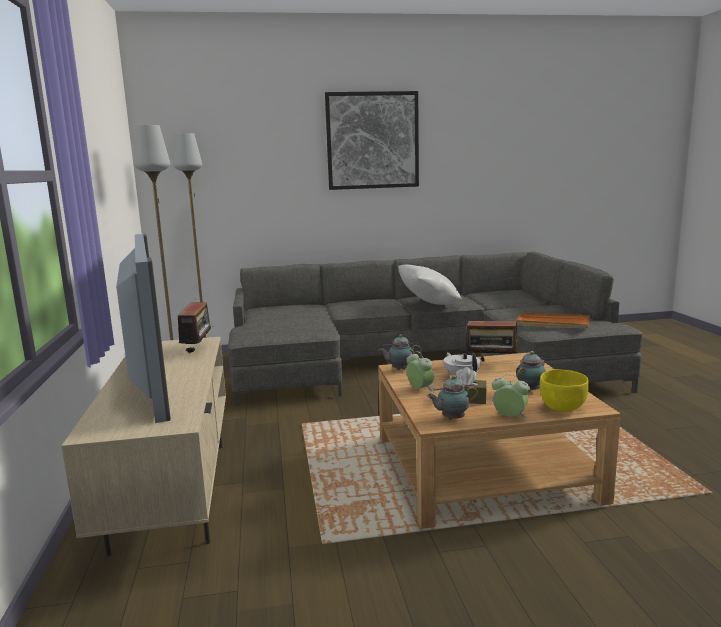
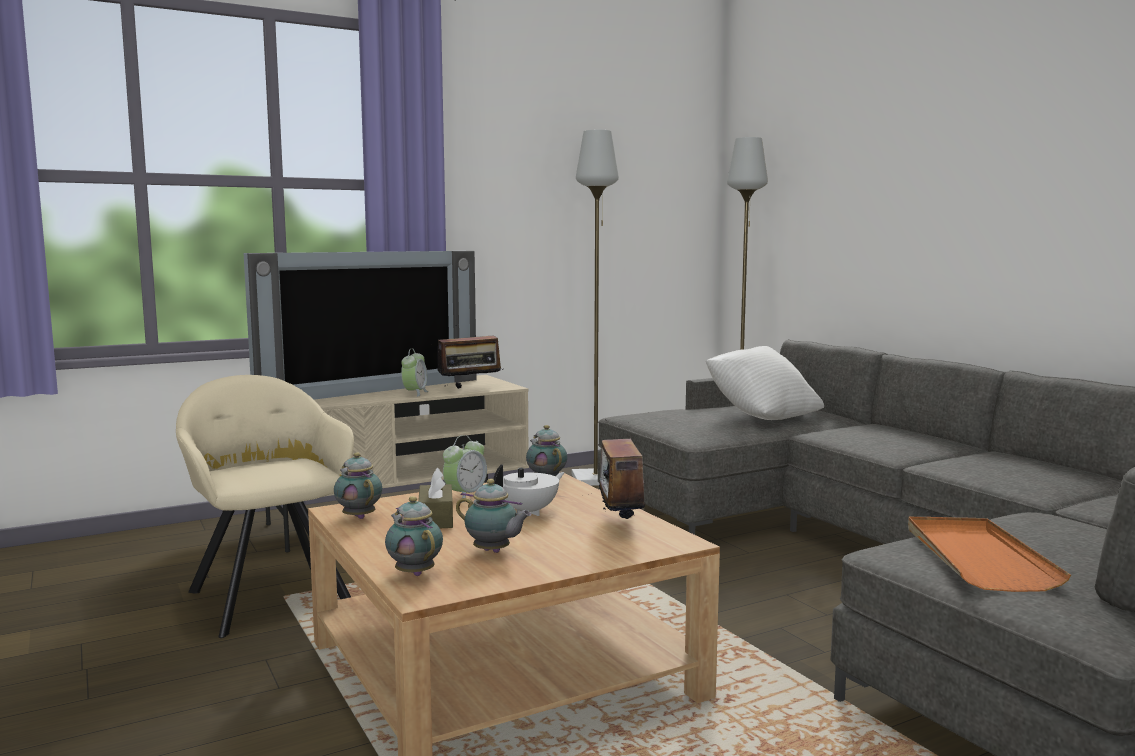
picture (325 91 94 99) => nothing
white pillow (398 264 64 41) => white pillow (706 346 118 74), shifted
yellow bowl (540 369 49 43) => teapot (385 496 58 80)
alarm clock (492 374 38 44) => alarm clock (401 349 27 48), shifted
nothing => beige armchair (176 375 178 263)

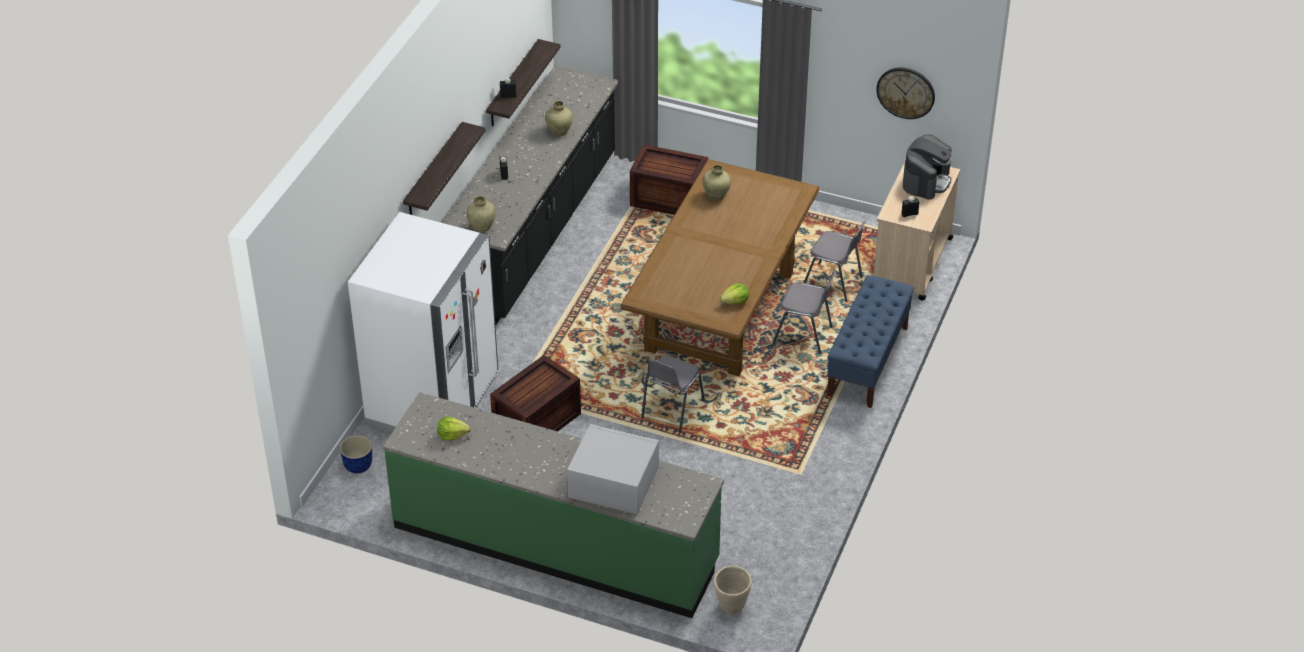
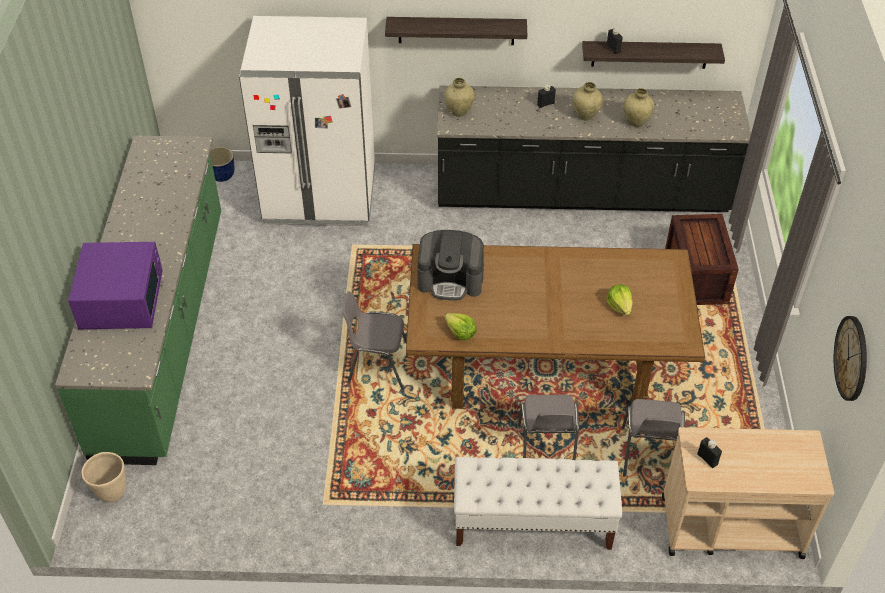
coffee machine (903 134 49 66) => coffee machine (417 230 67 70), shifted
beige vase (702 165 29 35) => beige vase (572 82 31 39), shifted
blue bench (827 275 87 133) => white bench (454 457 168 93)
crate (490 355 91 76) => nothing
lettuce (437 416 34 25) => lettuce (606 284 27 31), shifted
white microwave (567 424 92 90) => purple microwave (68 242 95 87)

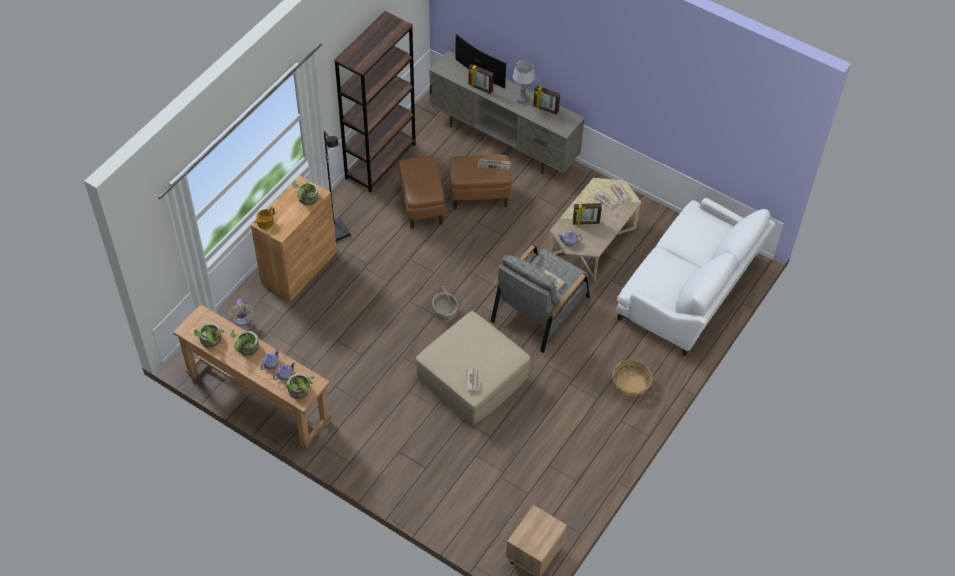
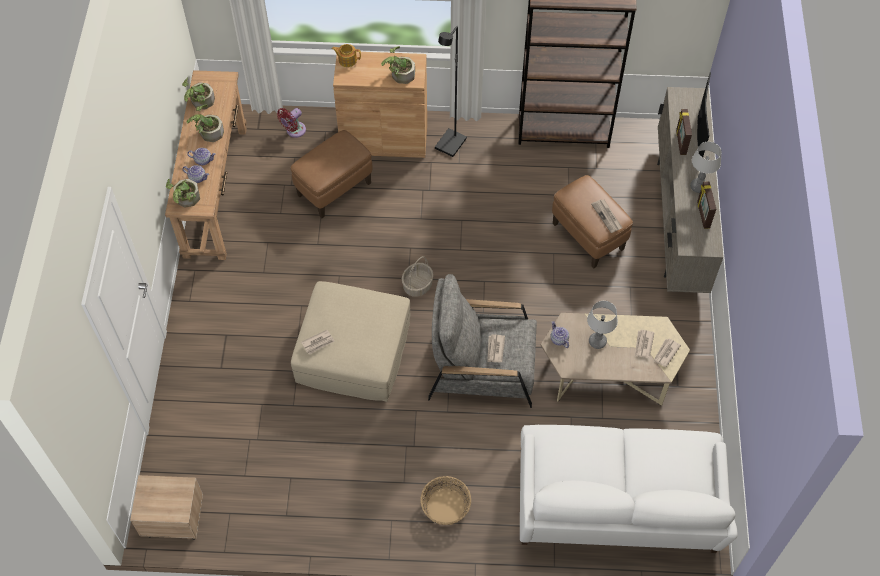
brown ottoman (399 156 46 73) => brown ottoman (291 130 81 88), shifted
picture frame (573 203 29 22) => table lamp (587 301 31 48)
beige fan (229 299 25 27) => red fan (277 108 29 30)

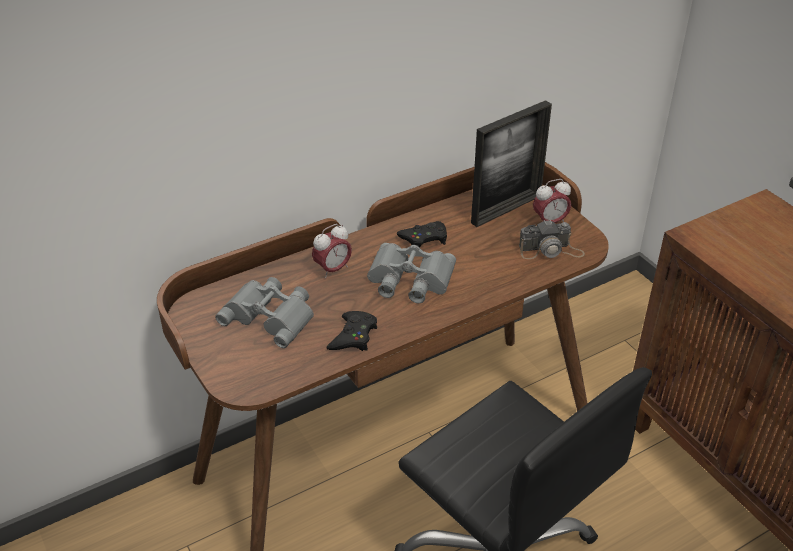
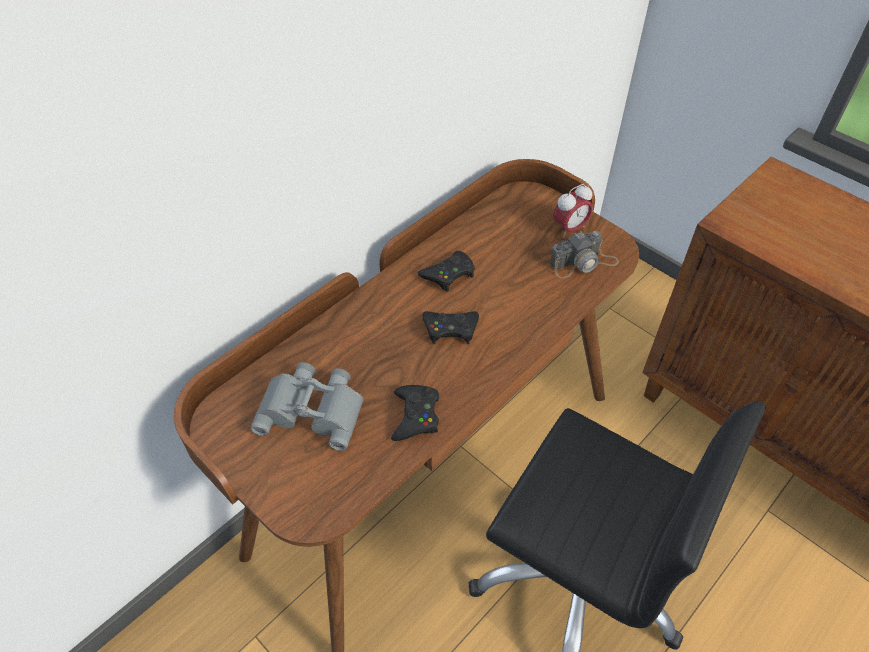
picture frame (471 100 81 127) => nothing
alarm clock (312 224 40 54) => nothing
grey binoculars (367 243 89 60) => black game controller (422 311 57 33)

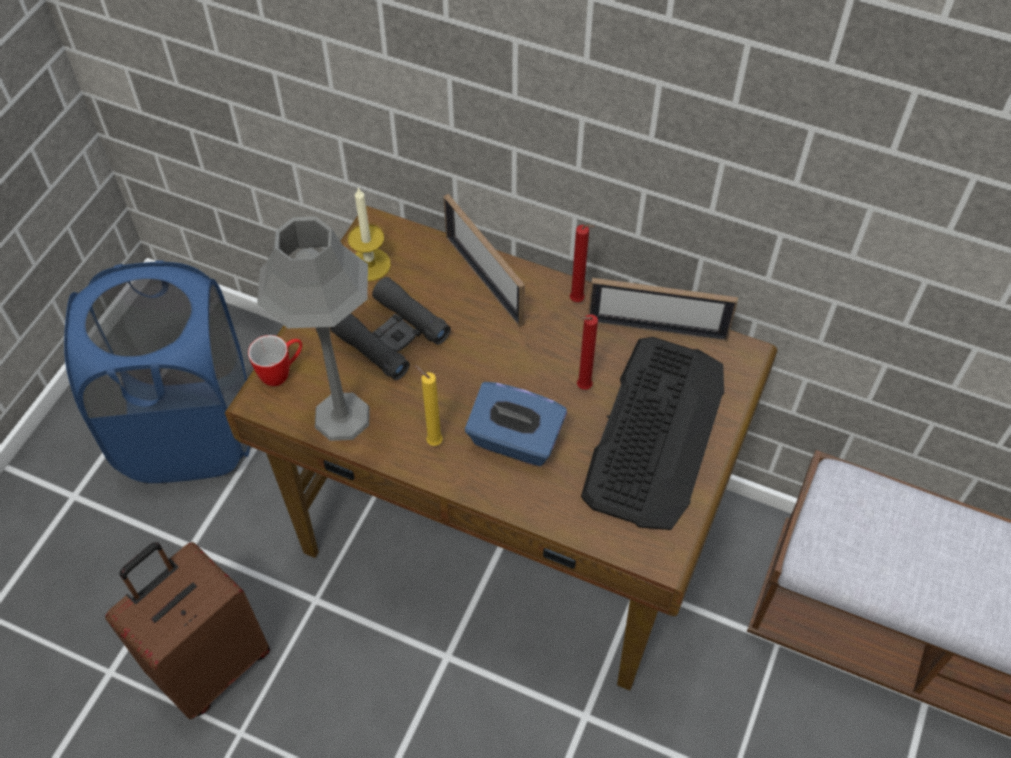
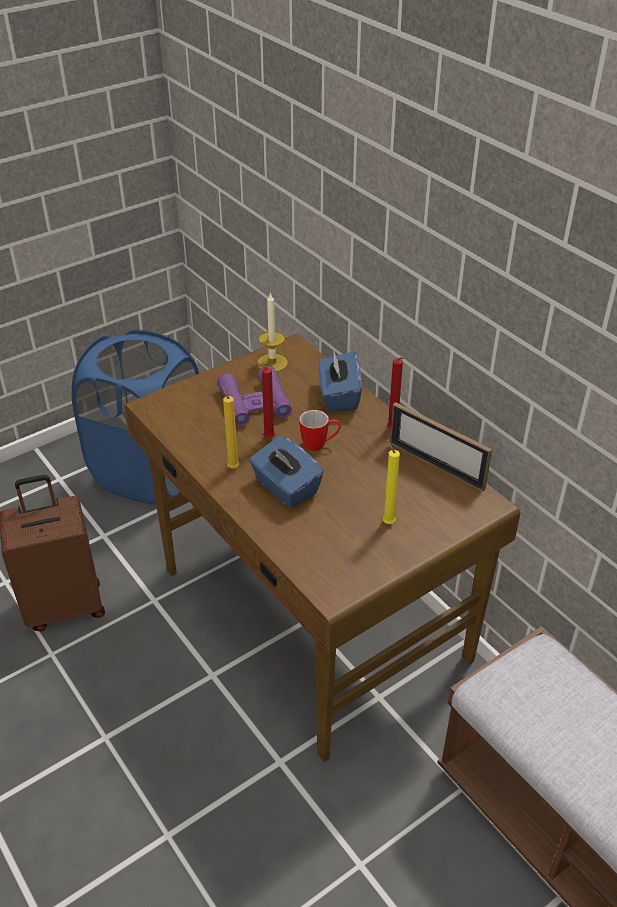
picture frame (444 194 81 133) => blue tissue box (318 350 44 61)
grey table lamp (257 216 113 225) => nothing
black binoculars (330 277 121 103) => purple binoculars (217 366 75 60)
red candle (577 314 21 76) => red candle (256 363 19 76), shifted
mug (248 335 54 51) => mug (299 410 42 41), shifted
keyboard (581 337 143 193) => yellow candle (383 439 17 85)

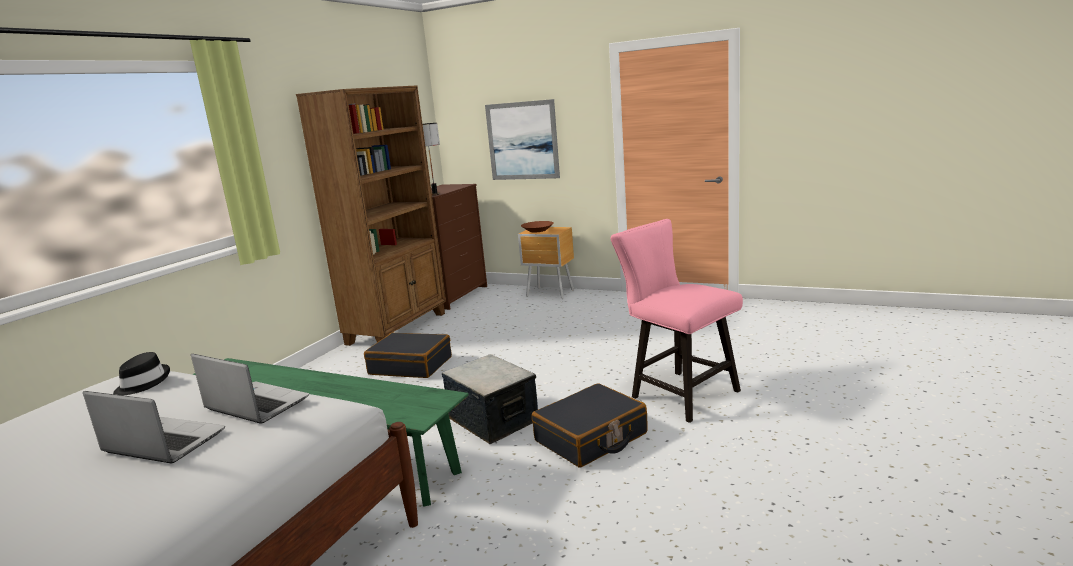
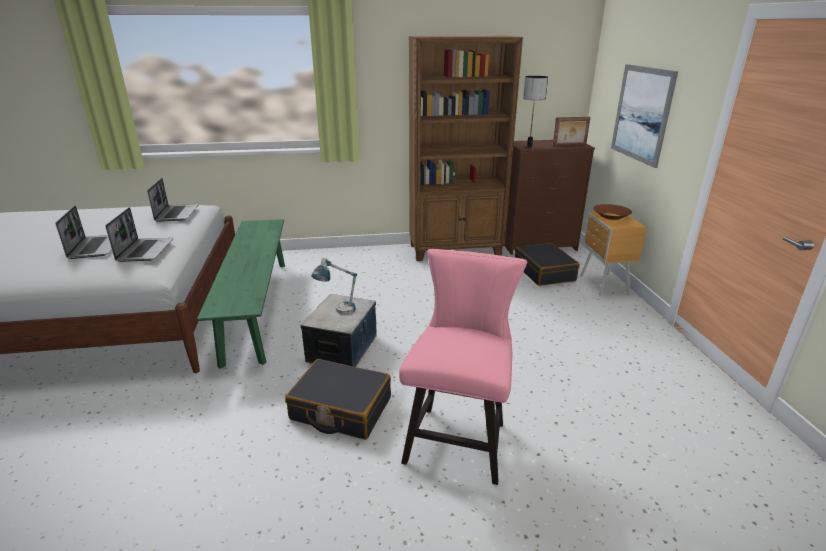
black suitcase (364 333 88 45) => black suitcase (515 243 65 43), shifted
black hat (113 352 57 43) => laptop (147 178 52 44)
nothing => picture frame (552 117 38 30)
nothing => table lamp (312 258 45 56)

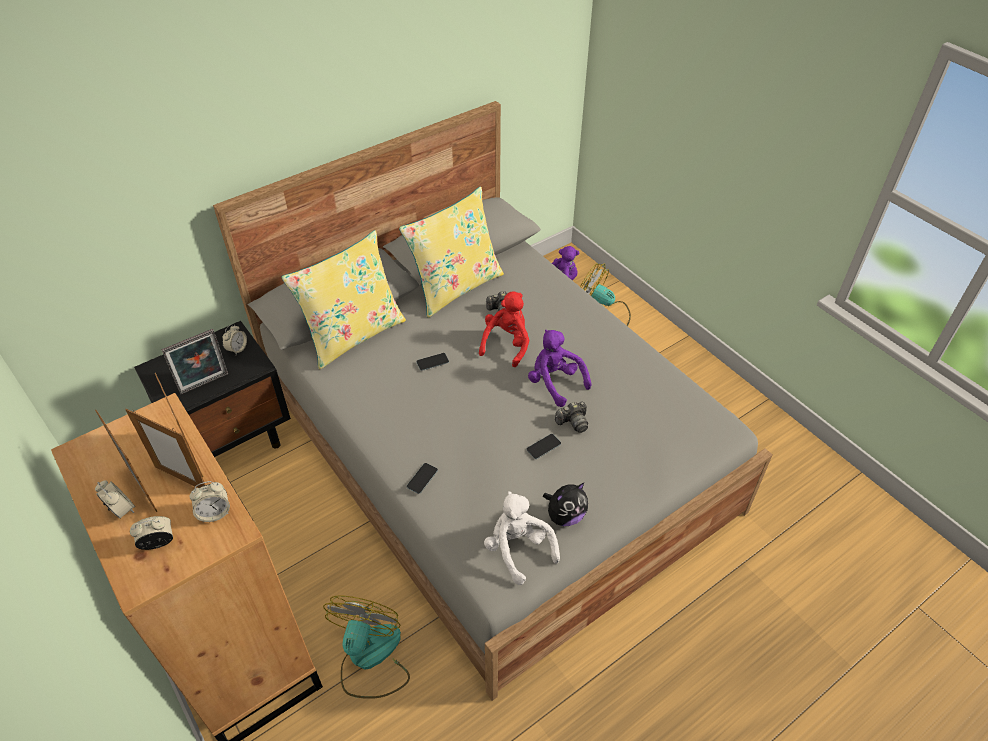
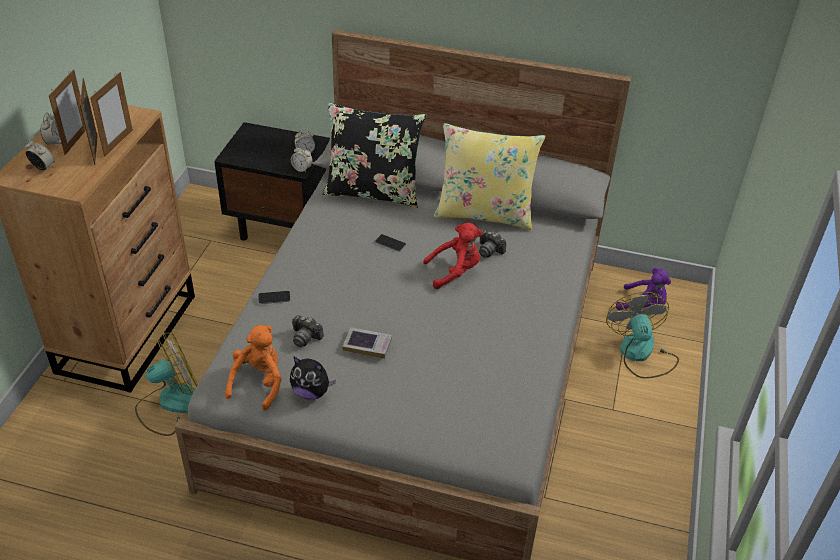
yellow pillow (281 230 125 139) => black pillow (323 103 103 105)
picture frame (161 329 67 65) => nothing
purple plush toy (528 330 64 77) => nothing
photo camera (555 401 33 32) => photo camera (292 315 32 32), shifted
phone (526 434 35 25) => book (342 327 50 32)
alarm clock (190 481 40 41) => alarm clock (291 145 22 27), shifted
white plush toy (484 491 76 94) => orange plush toy (225 325 57 86)

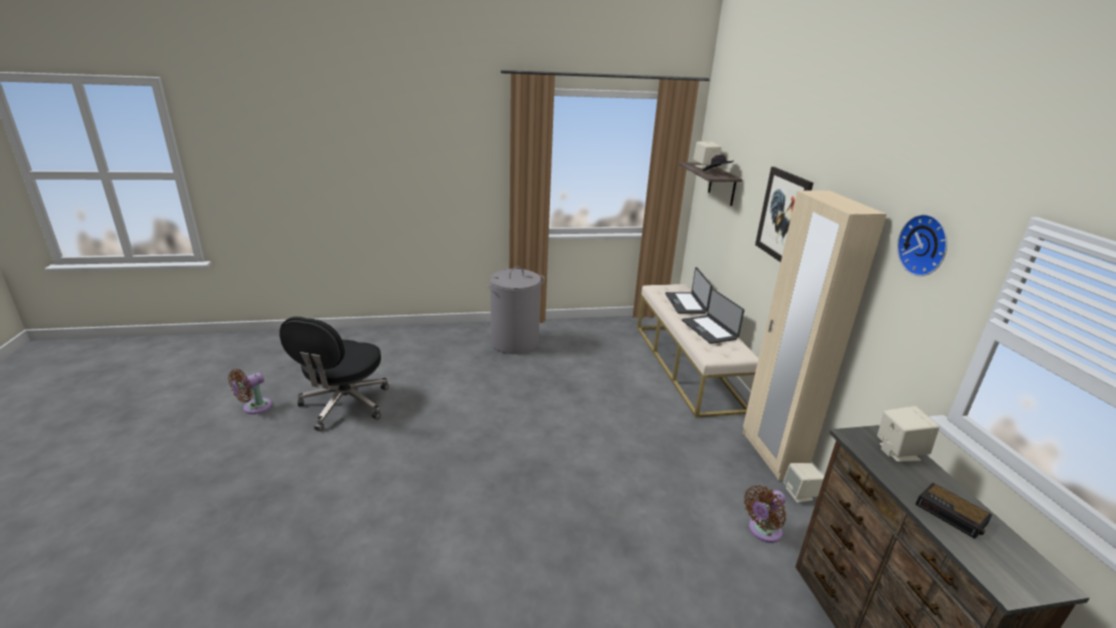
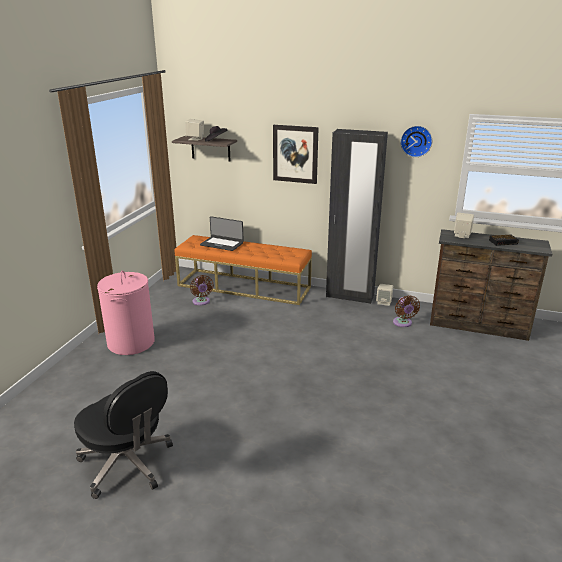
beige wardrobe (743 191 144 290) => black wardrobe (326 129 62 175)
grey laundry basket (486 266 59 88) => pink laundry basket (97 271 58 84)
beige bench (637 284 122 134) => orange bench (174 235 138 70)
laptop (682 288 63 56) => nothing
brown fan (228 369 44 45) => brown fan (190 275 24 30), shifted

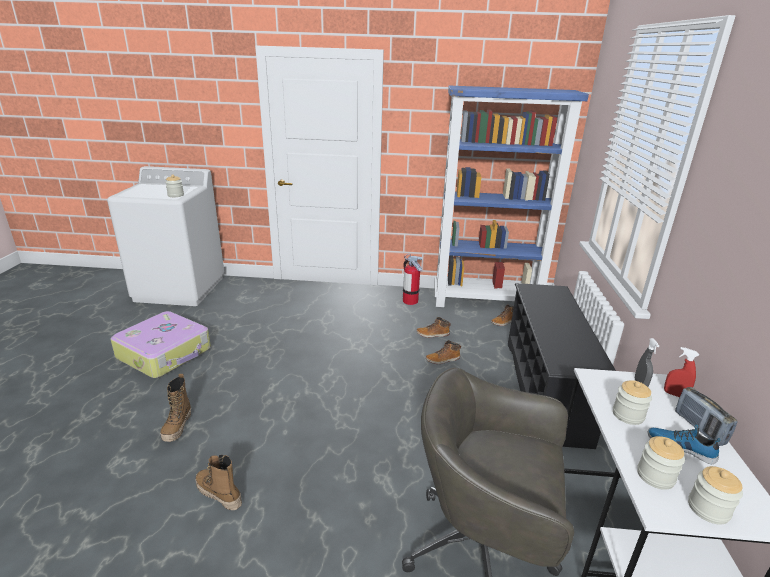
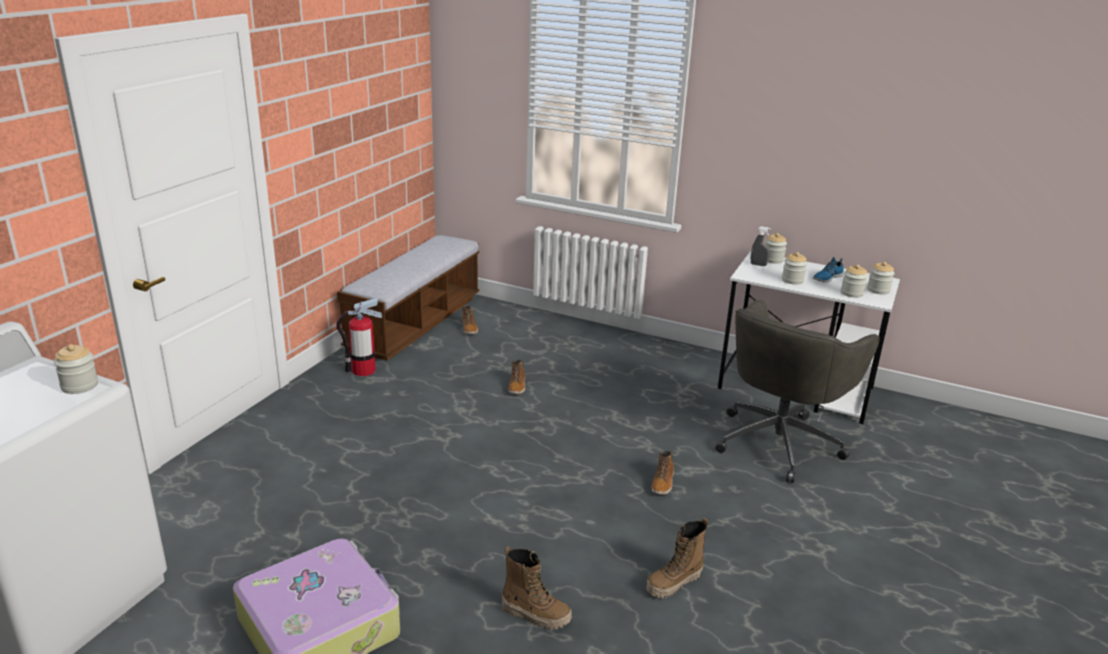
blue bookcase (434 86 155 221) => bench (337 235 142 126)
black shoe rack (508 283 108 166) => nothing
boot (416 317 35 21) => boot (651 451 23 44), shifted
red spray bottle (664 347 35 50) => jar (765 233 22 31)
radio (675 387 63 59) => nothing

